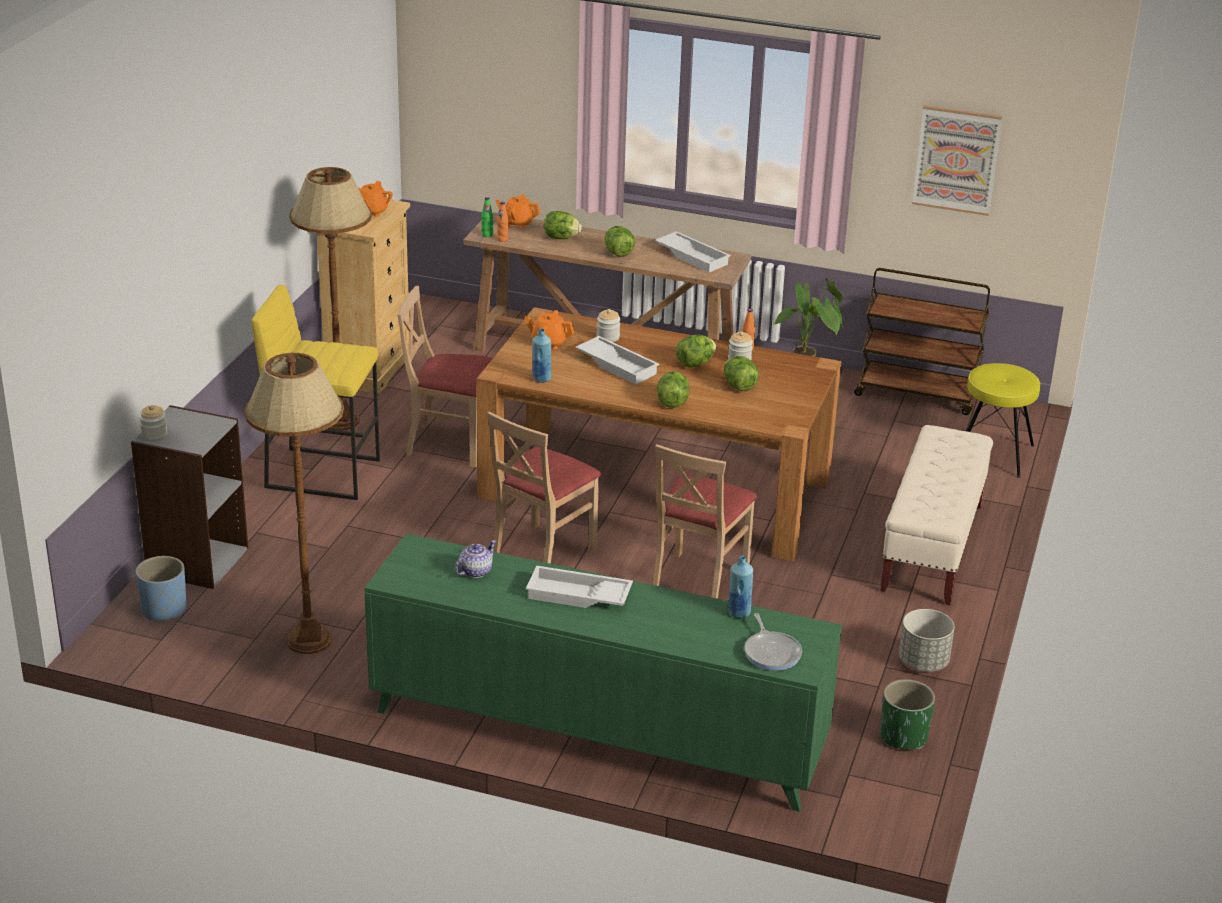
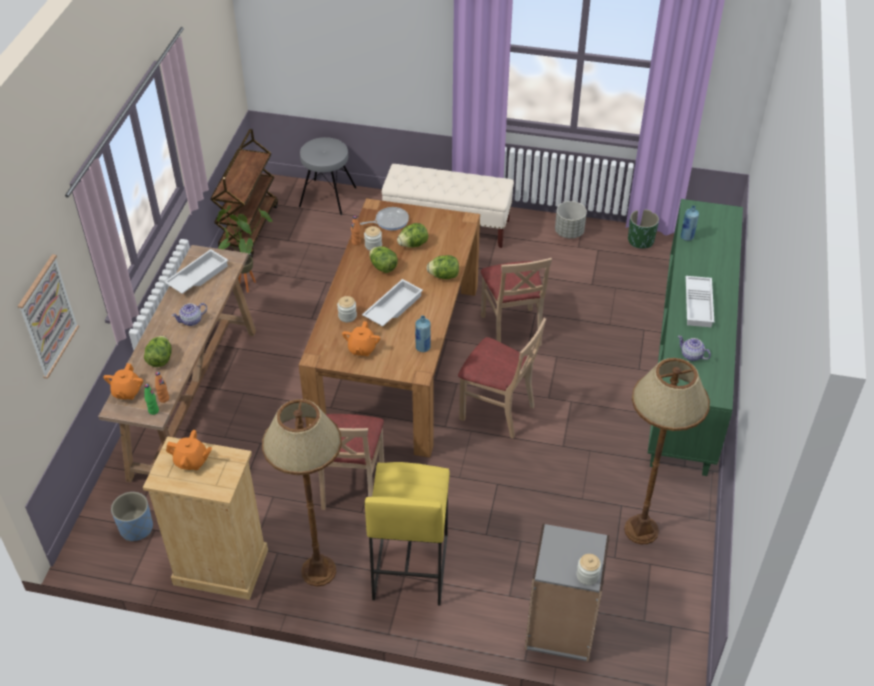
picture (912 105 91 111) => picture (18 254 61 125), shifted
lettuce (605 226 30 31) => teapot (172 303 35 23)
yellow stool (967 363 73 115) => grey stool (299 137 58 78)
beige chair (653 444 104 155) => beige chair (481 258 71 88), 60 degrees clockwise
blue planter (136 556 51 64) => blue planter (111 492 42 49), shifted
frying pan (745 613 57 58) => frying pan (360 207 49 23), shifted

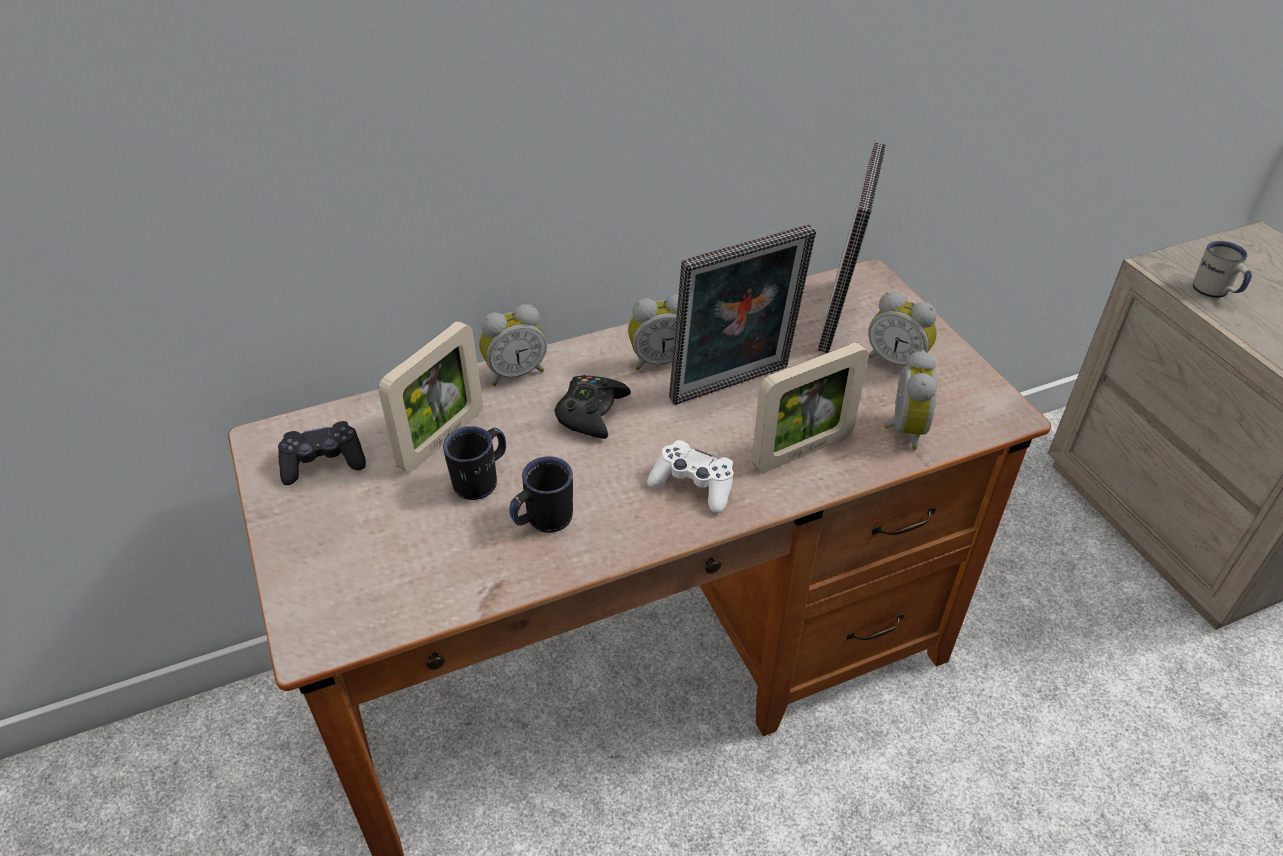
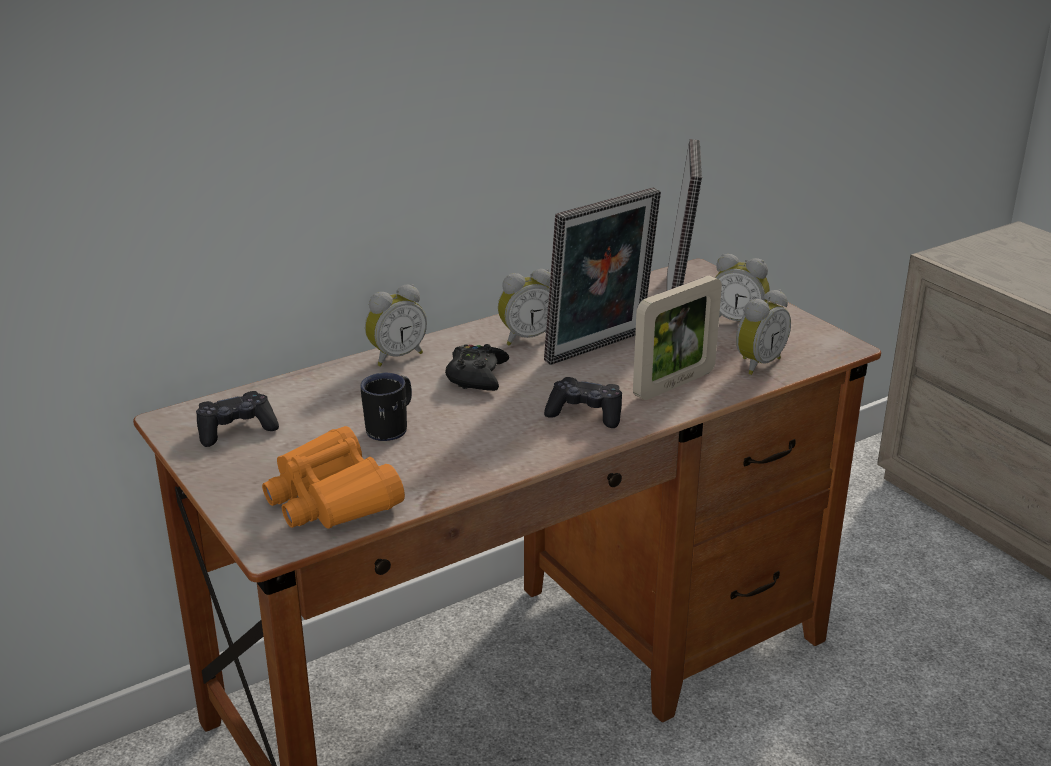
white mug (1193 241 59 57) => nothing
picture frame (378 321 105 151) => nothing
alarm clock (884 350 53 100) => alarm clock (736 289 55 86), 45 degrees clockwise
white game controller (647 440 86 73) => black game controller (544 377 78 51)
black mug (509 456 64 77) => nothing
nothing => orange binoculars (262 426 143 103)

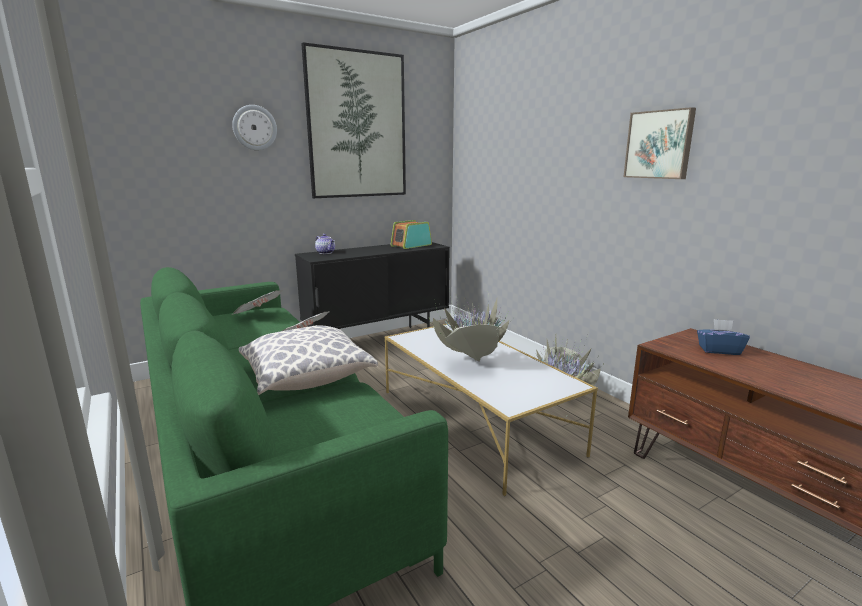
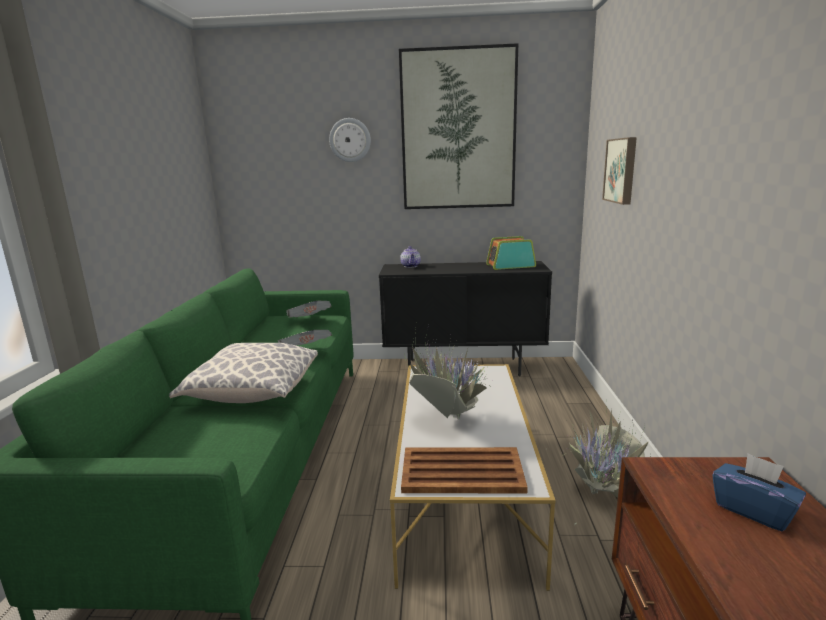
picture (623 107 73 72) => picture (602 137 35 68), shifted
nothing => brown tray (401 447 127 47)

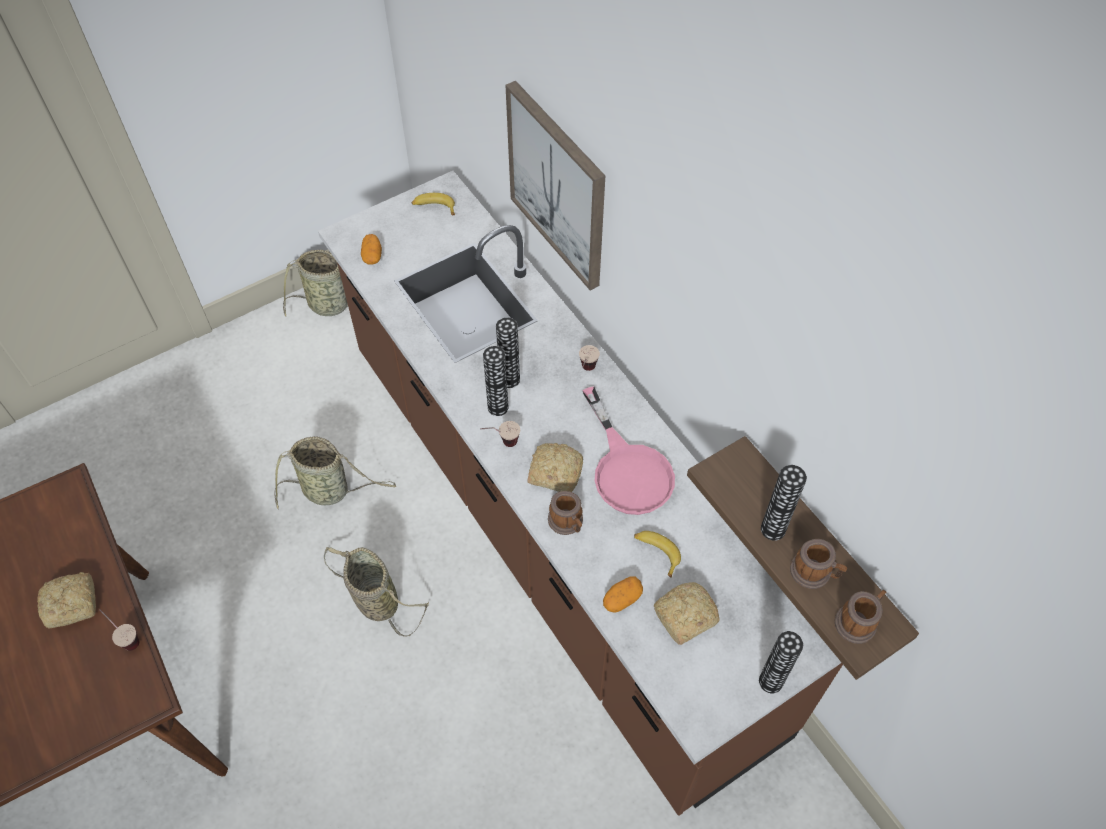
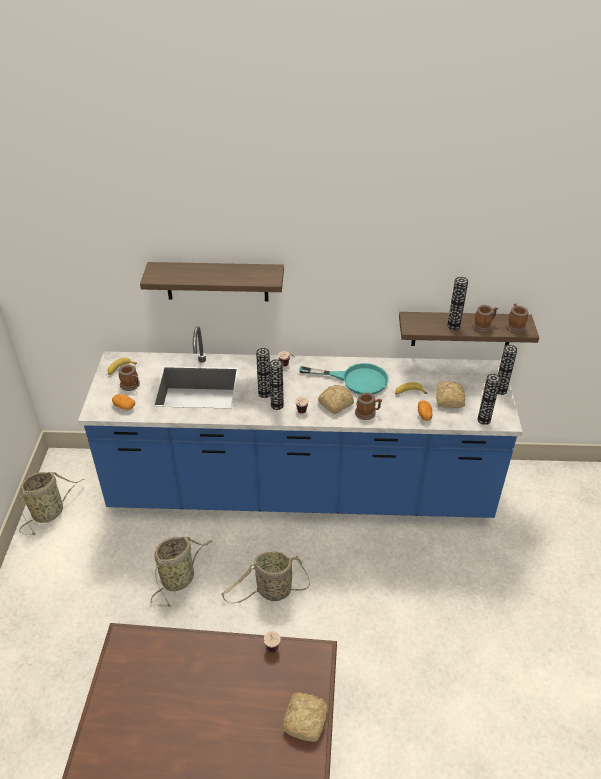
picture (505 81 100 209) => shelf (140 262 144 39)
brown counter (318 171 525 645) => blue counter (78 326 445 192)
pink frying pan (582 387 93 128) => turquoise frying pan (299 363 90 32)
bread (37 572 59 56) => bread (283 692 45 50), shifted
nothing => mug (119 365 21 26)
nothing => vase (477 374 24 51)

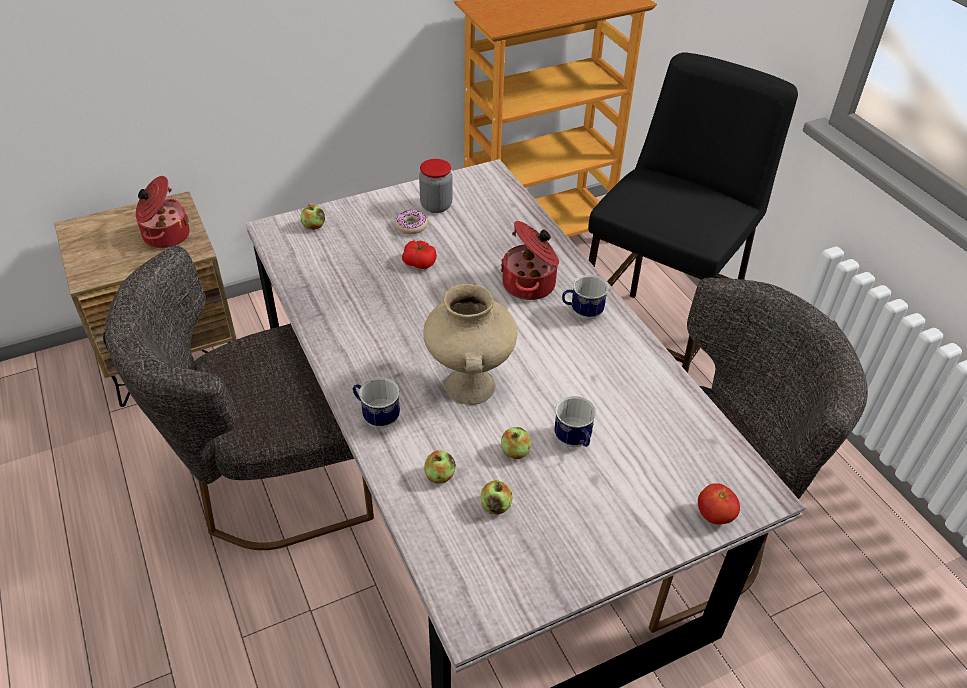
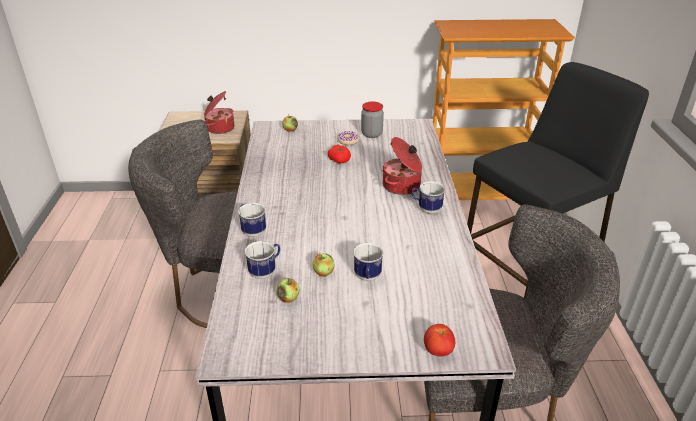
beige vase (423 284 94 121) => nothing
apple (424 450 32 33) => mug (245 241 35 38)

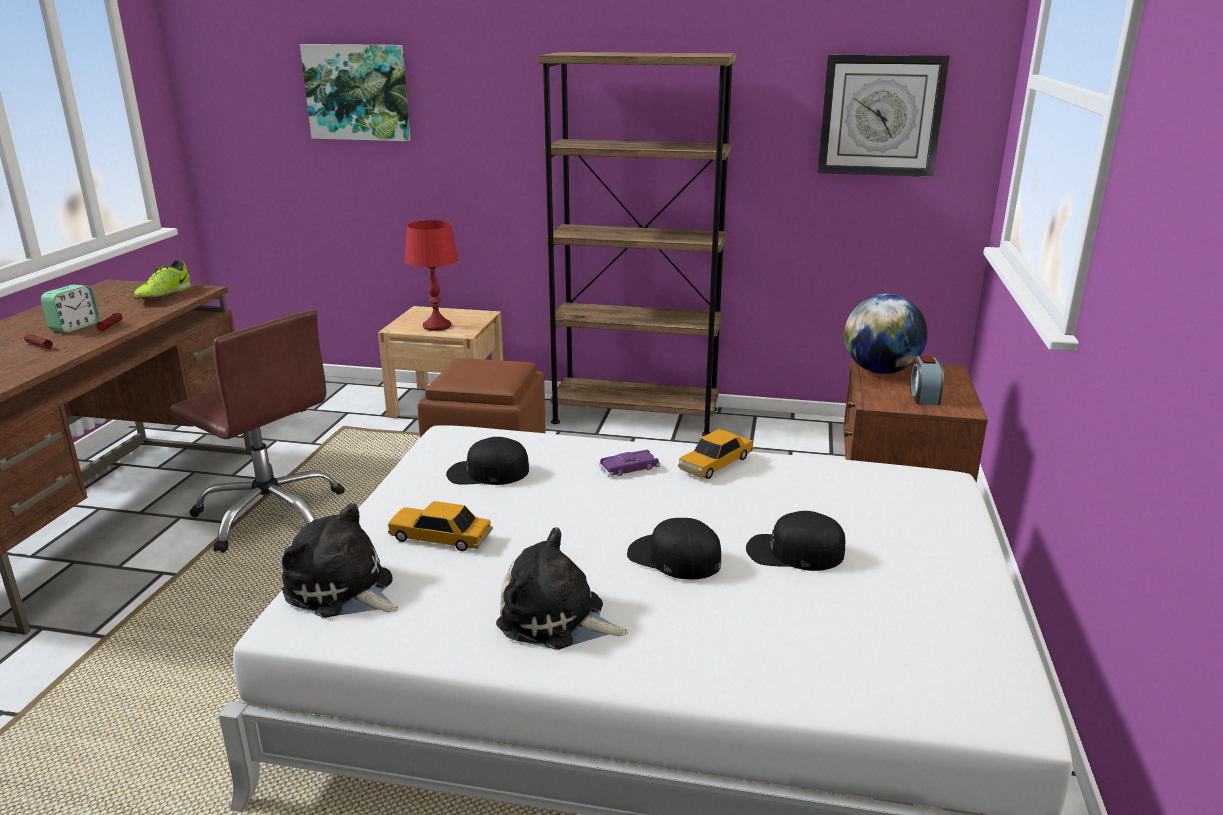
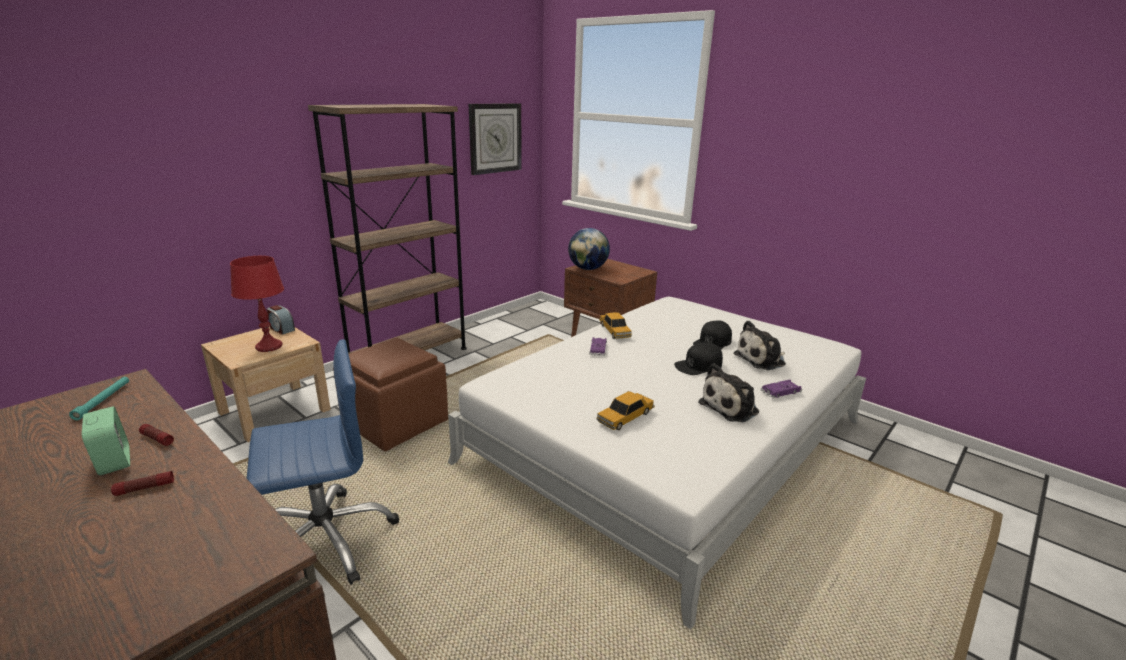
picture (300 44 111 97) => nothing
shoe (134 260 58 39) => turquoise flashlight (69 377 60 43)
brown office chair (170 310 175 243) => blue office chair (247 339 152 246)
alarm clock (910 355 34 50) => alarm clock (267 305 28 30), shifted
black cap (446 437 83 48) => nothing
plush toy (282 503 117 115) => plush toy (733 321 52 49), shifted
nothing => purple toy car (761 380 41 18)

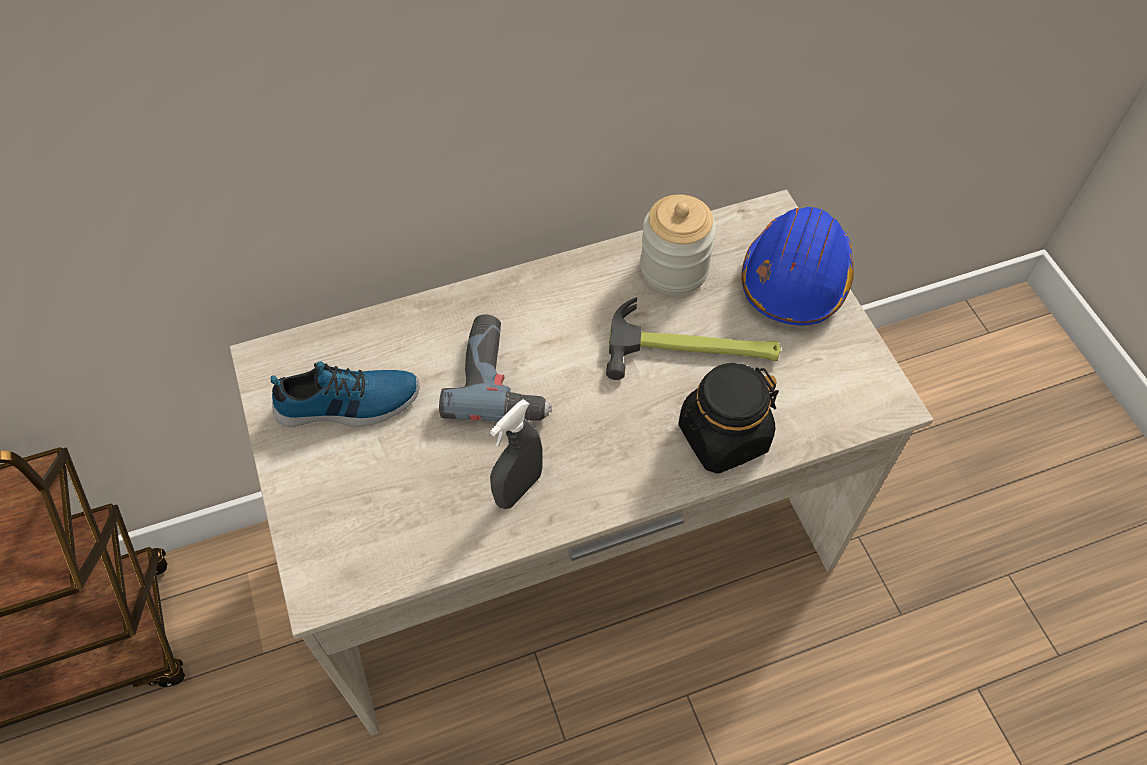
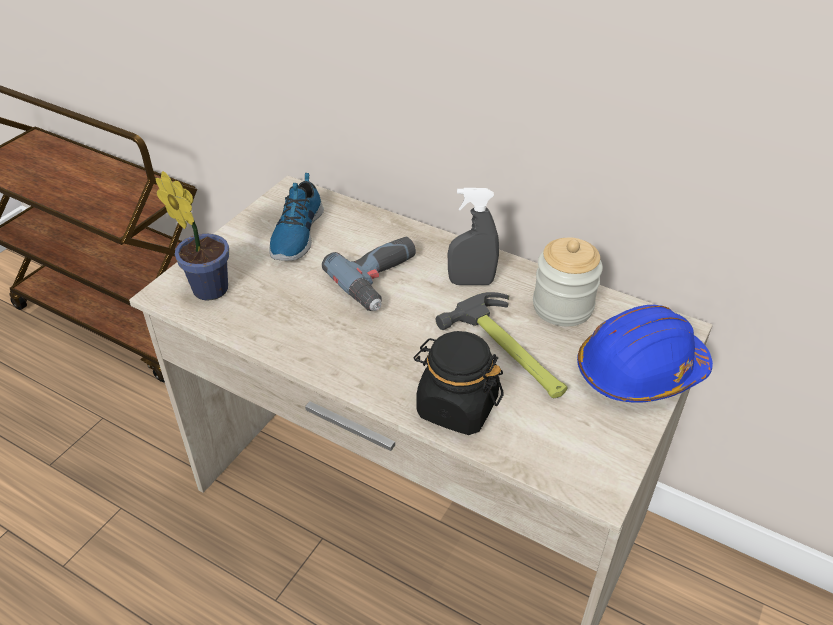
shoe (271 361 148 66) => shoe (269 173 55 88), 60 degrees clockwise
grey spray bottle (490 399 53 110) => grey spray bottle (448 188 51 97), shifted
nothing => potted plant (155 171 74 130)

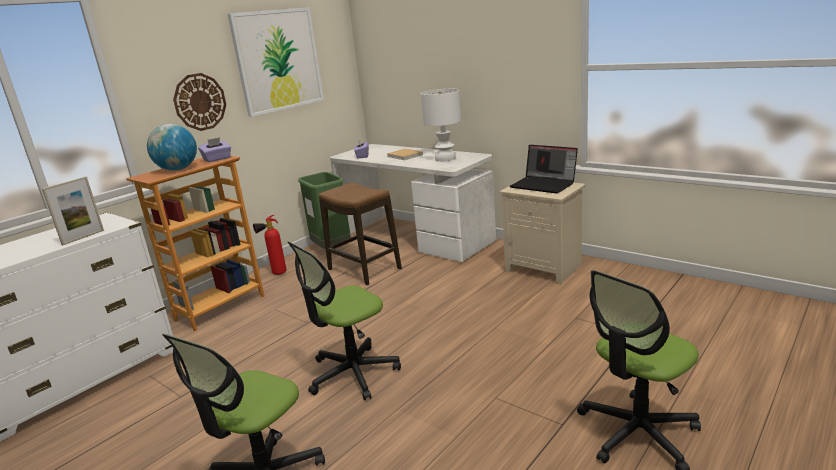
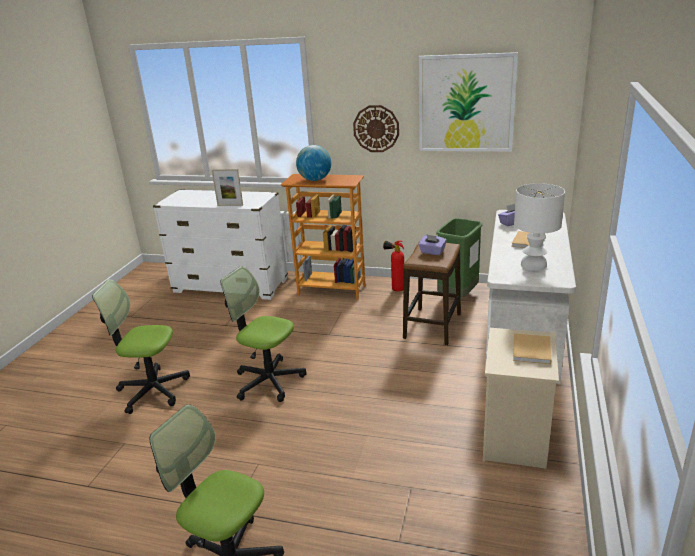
purple tissue box (198 137 33 25) => purple tissue box (418 234 29 21), shifted
laptop (510 145 68 48) => beige book (513 333 38 31)

